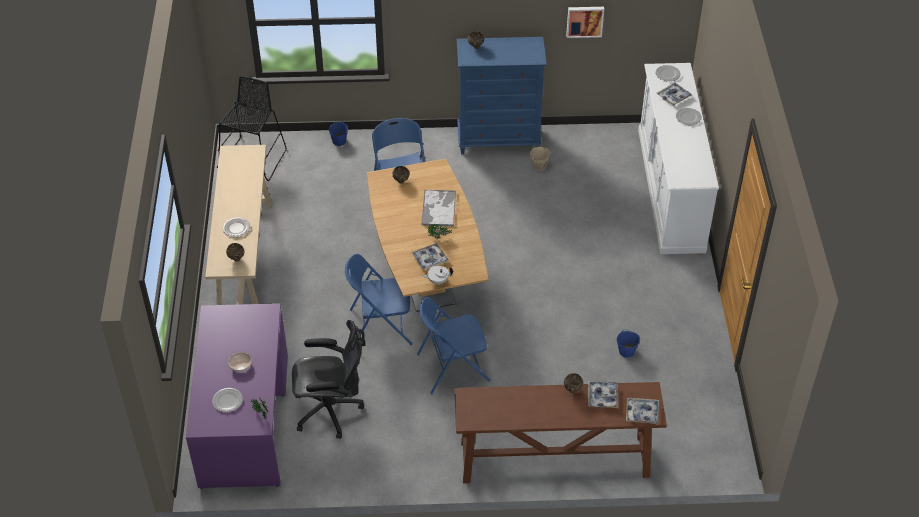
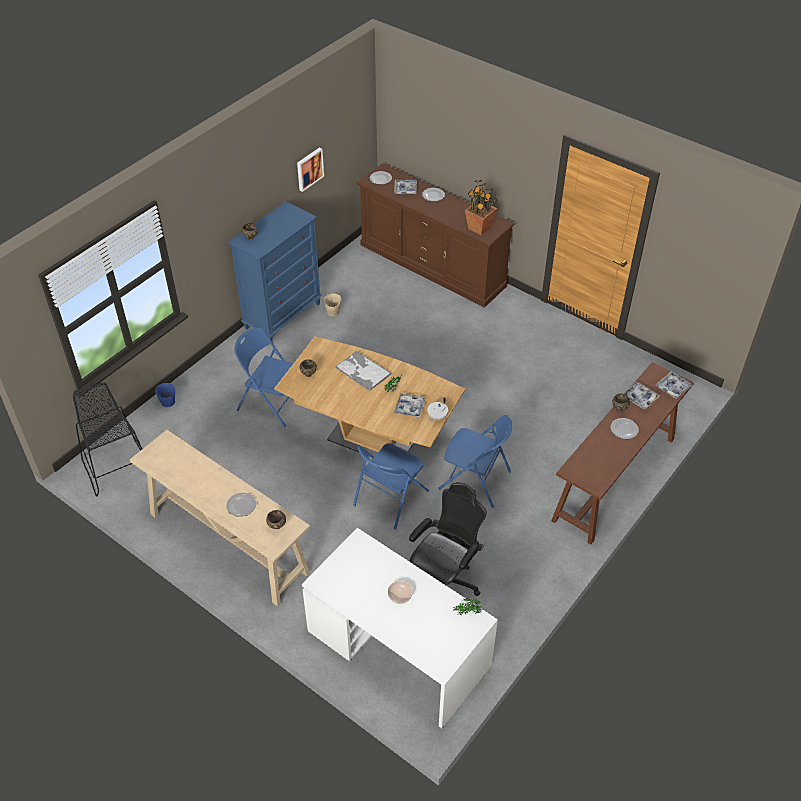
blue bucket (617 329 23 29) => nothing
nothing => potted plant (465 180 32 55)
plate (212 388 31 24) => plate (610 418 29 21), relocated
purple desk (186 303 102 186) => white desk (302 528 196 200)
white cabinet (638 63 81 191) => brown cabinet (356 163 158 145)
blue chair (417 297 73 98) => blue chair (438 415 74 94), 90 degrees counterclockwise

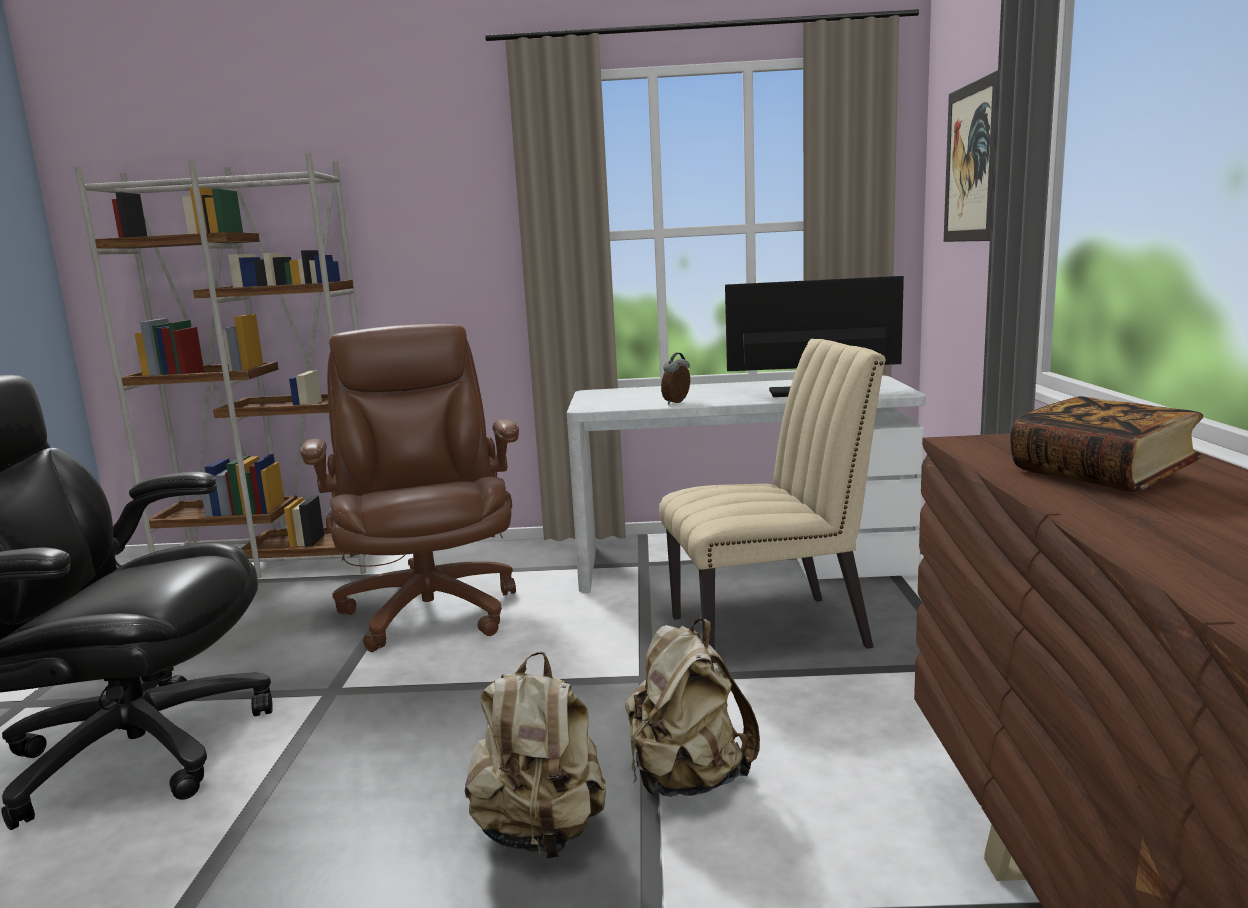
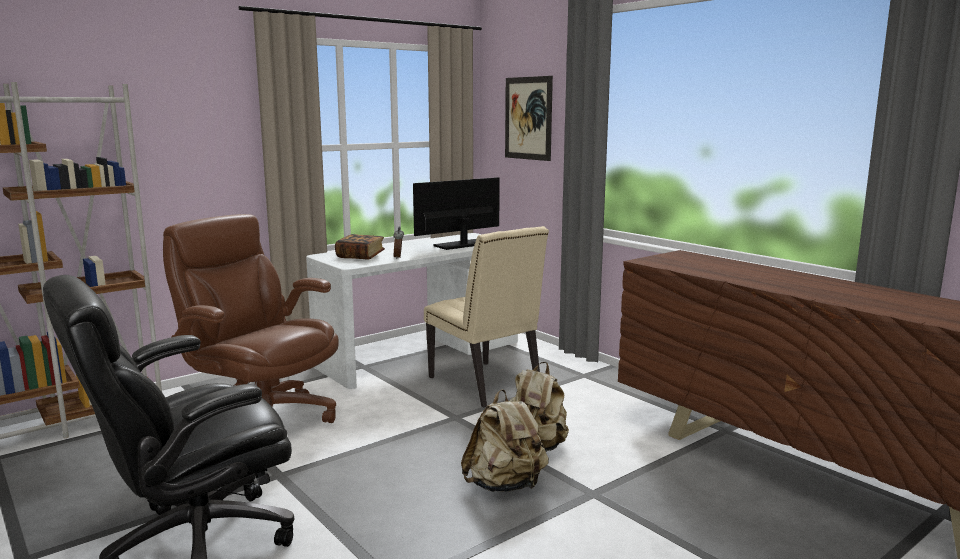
book (1010 396 193 96) => book (335 234 50 26), relocated
beige chair (659 339 227 325) => beige chair (424 226 125 181), 105 degrees clockwise

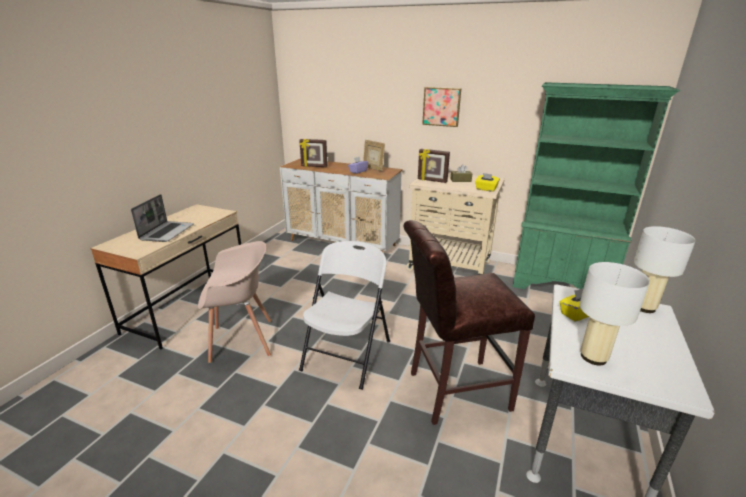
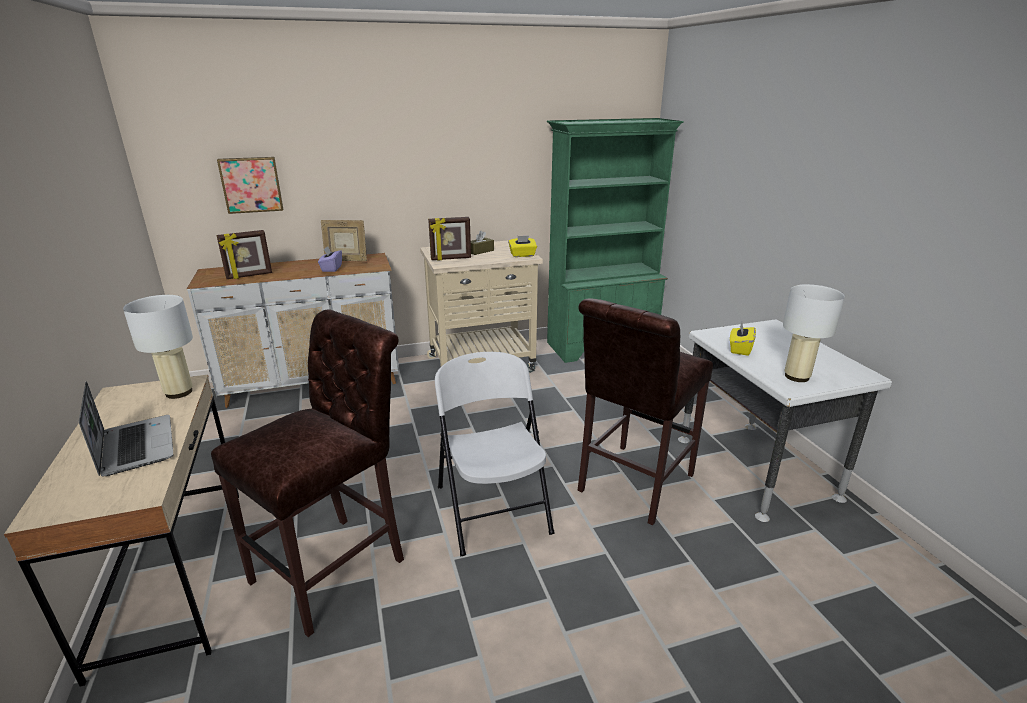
picture (422 87 39 40) => picture (217 157 66 57), relocated
white table lamp (634 226 62 87) => white table lamp (123 295 70 104), relocated
beige chair (198 241 73 122) => brown stool (211 309 193 328)

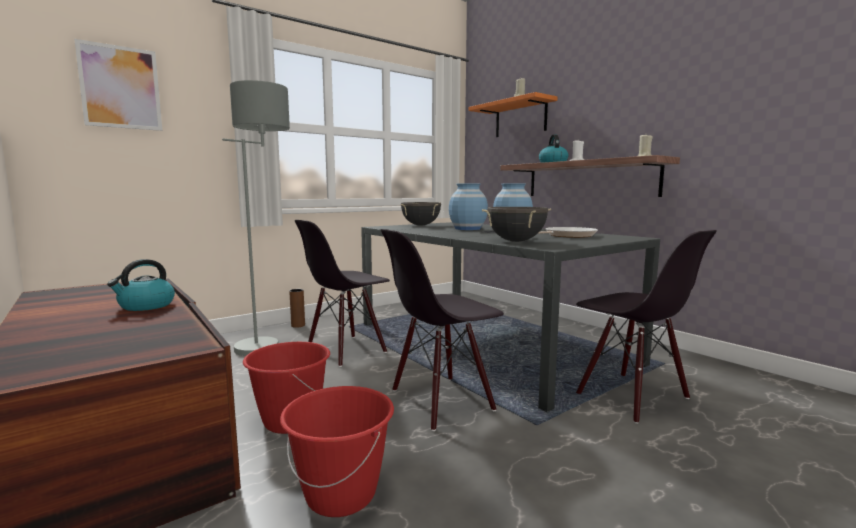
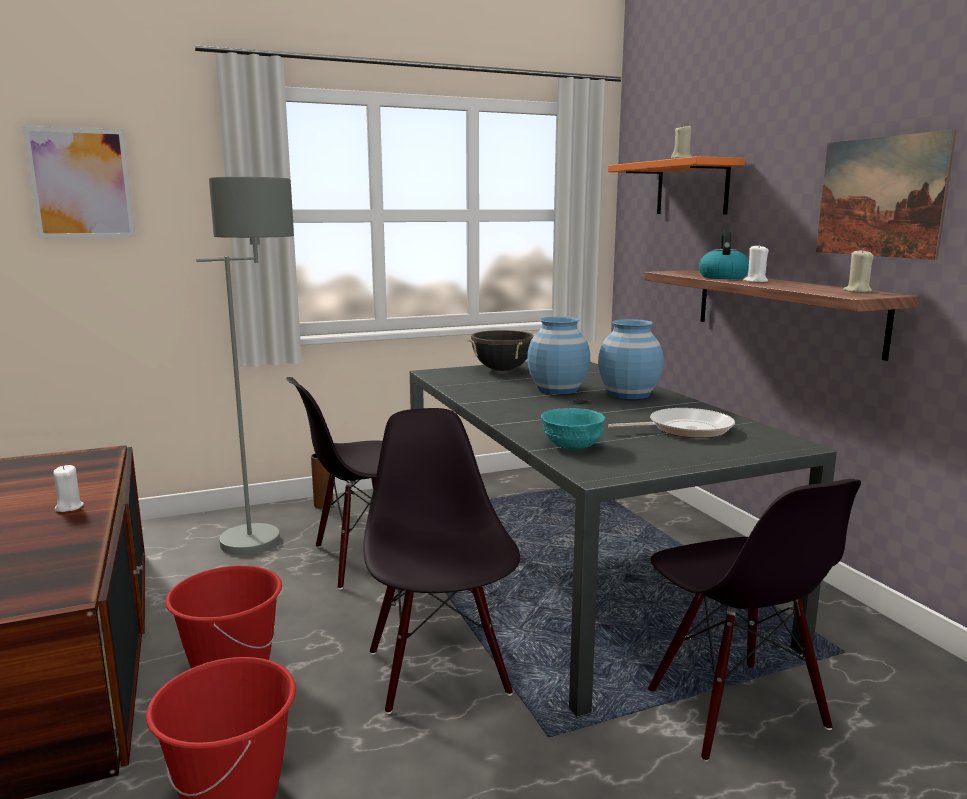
nothing => picture (816 130 141 130)
kettle (107 259 68 52) => white candle (53 465 31 47)
black cooking pot (482 207 69 35) => turquoise bowl (541 408 64 42)
black chair (381 229 123 202) => black chair (363 408 157 306), 90 degrees clockwise

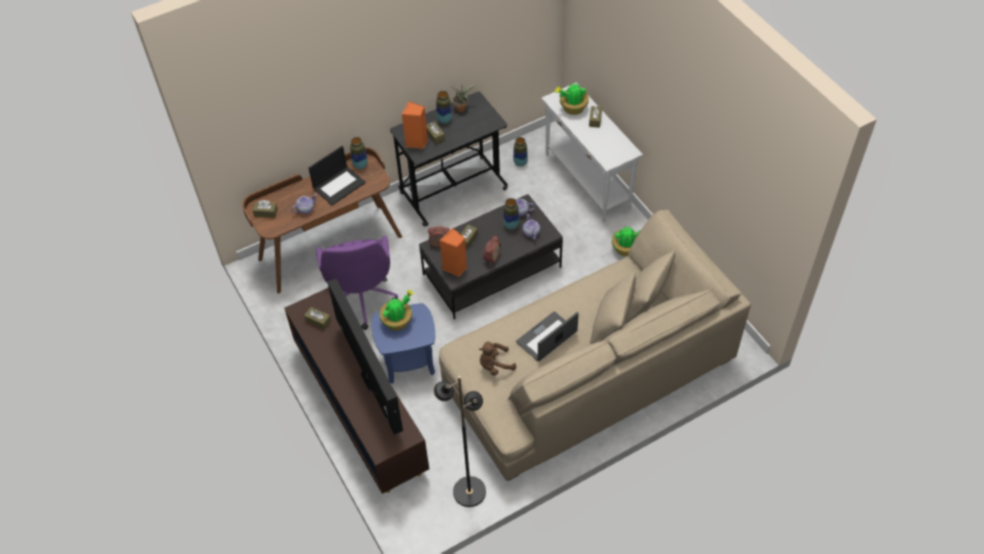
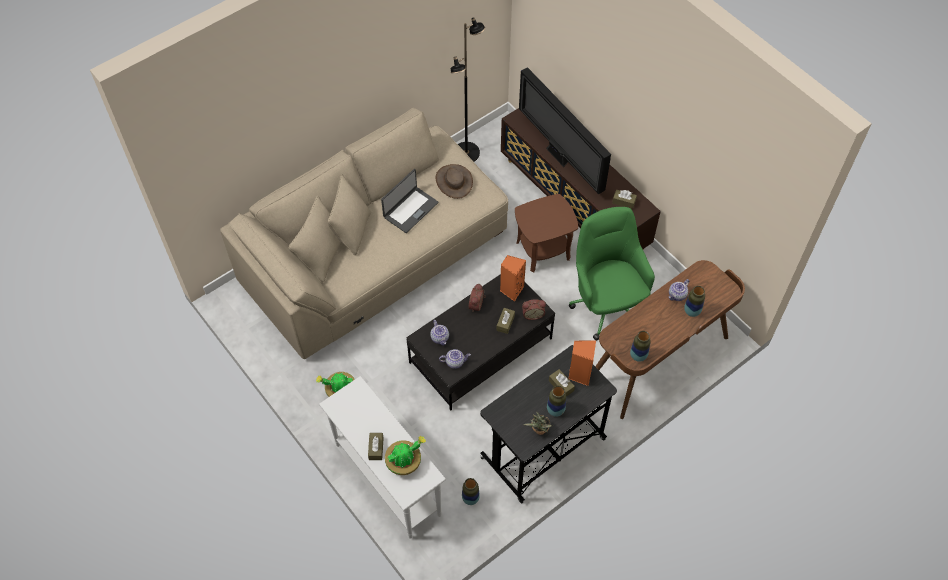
brown tissue box (253 200 25 18) => nothing
laptop (308 146 58 59) => nothing
potted plant (380 289 34 42) => nothing
vase (503 198 16 32) => vase (684 286 21 31), relocated
brown plush toy (479 342 37 33) => brown hat (436 164 37 35)
purple office chair (316 236 82 94) => green office chair (569 207 86 134)
blue side table (371 303 64 81) => brown side table (515 194 63 78)

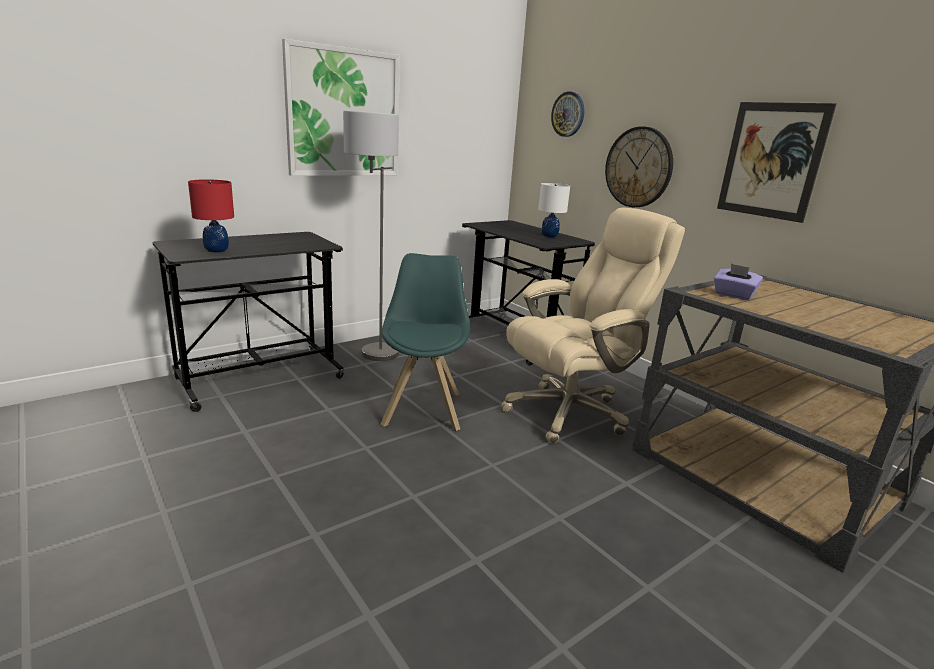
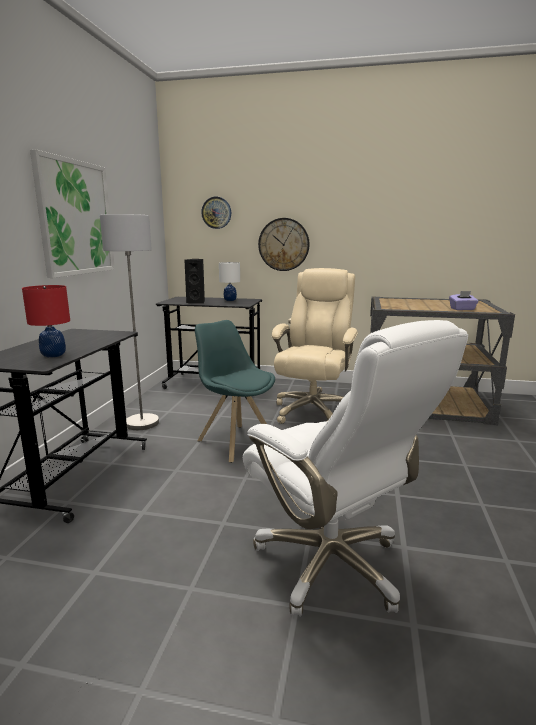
picture (717 102 120 121) => nothing
nothing => black speaker (185 259 20 45)
nothing => white office chair (243 320 225 296)
purple tissue box (714 264 49 36) => purple tissue box (449 291 30 19), relocated

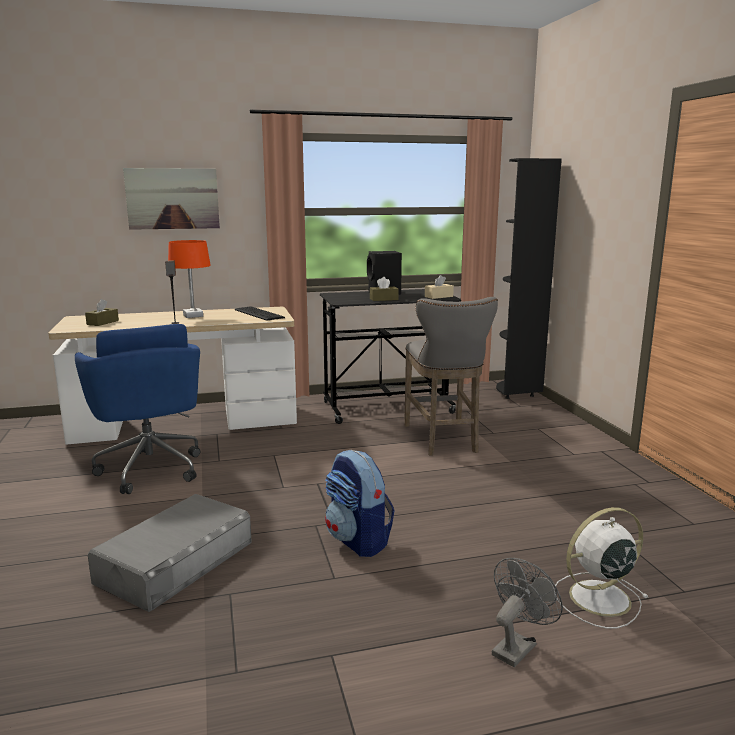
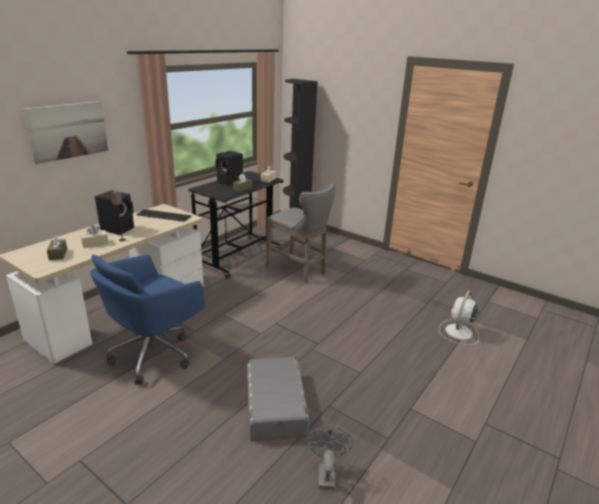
backpack (325 450 70 107) => nothing
nothing => beige tissue box (80 225 28 23)
grey fan (492 558 71 109) => grey fan (305 425 48 64), relocated
orange table lamp (168 240 42 78) => black speaker (95 190 39 45)
blue office chair (75 324 125 170) => blue office chair (90 255 115 130), 105 degrees clockwise

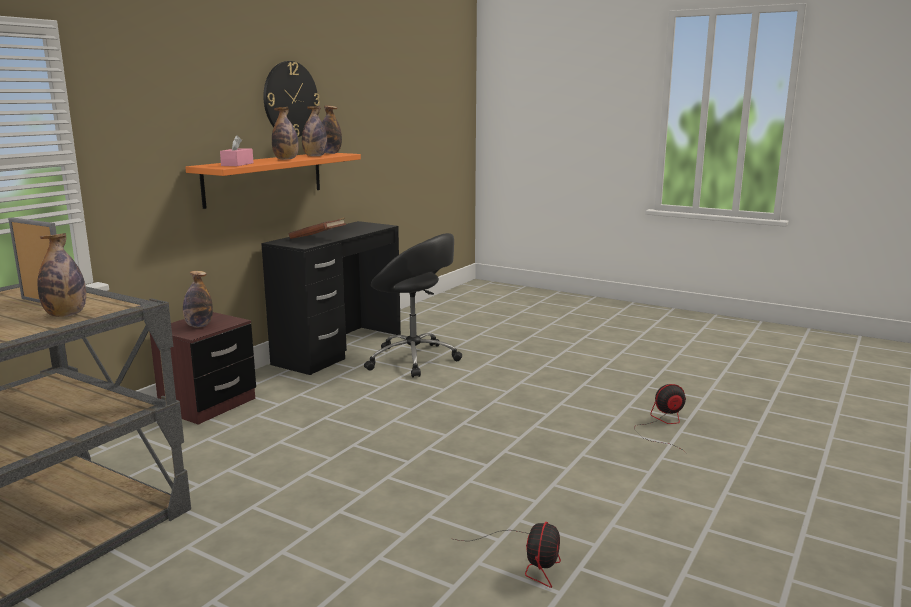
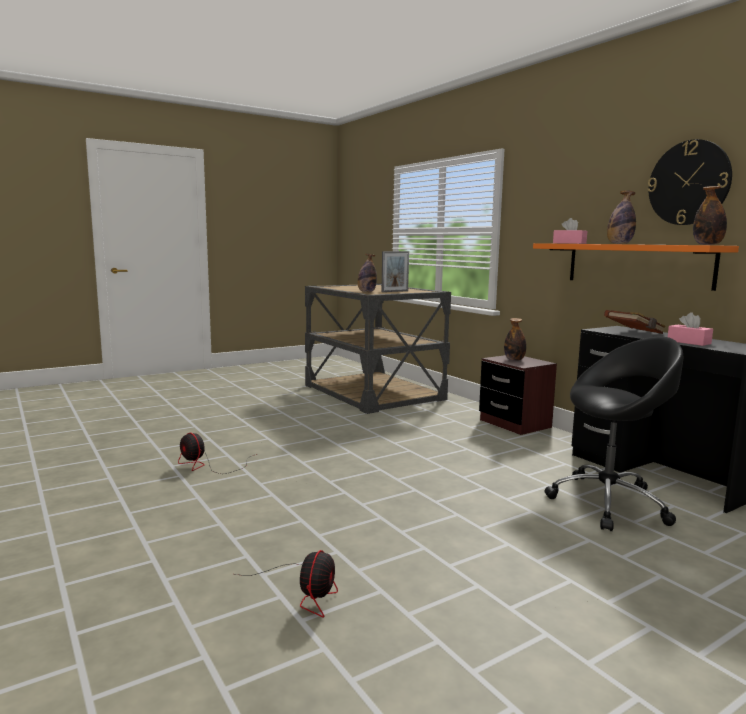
bottle (302 106 25 50) => nothing
nothing => pink tissue box (668 312 45 34)
black office chair (364 233 98 145) => black office chair (545 336 138 195), 150 degrees counterclockwise

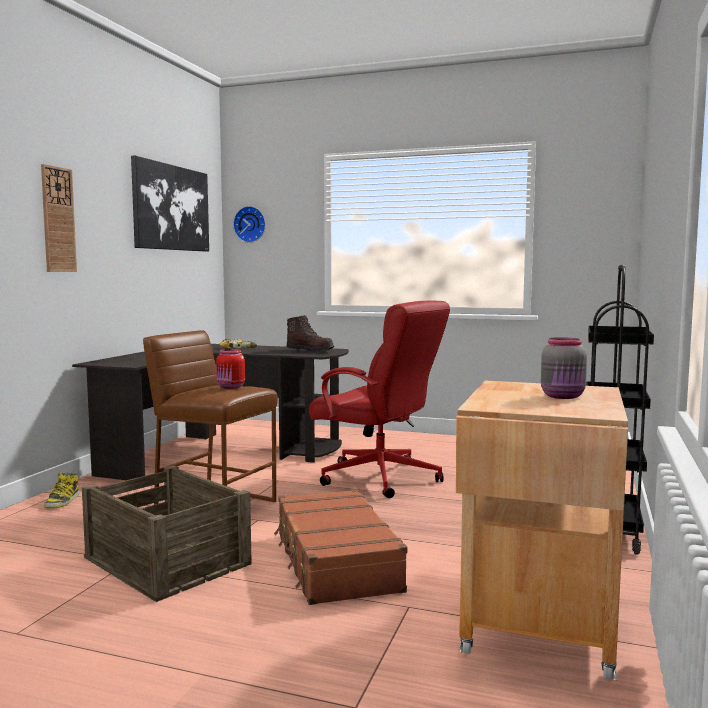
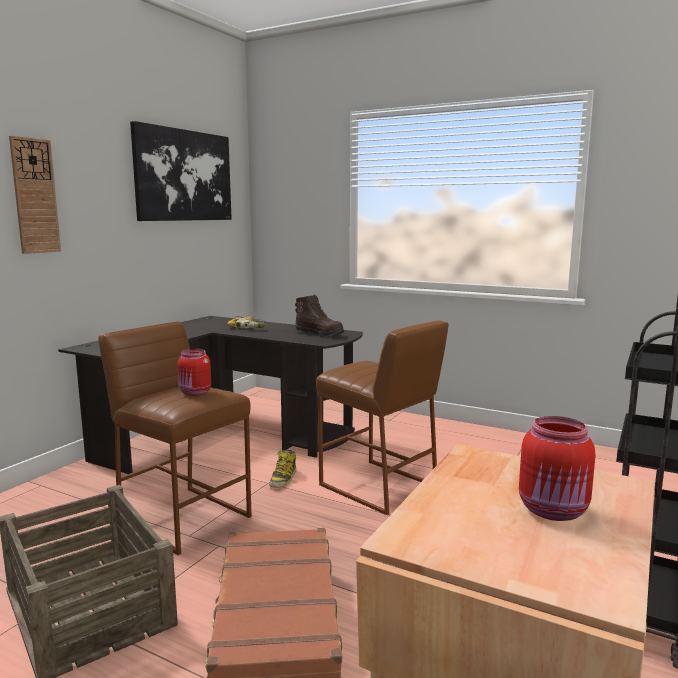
wall clock (233 206 33 37) => nothing
boot (44 473 35 36) => boot (269 449 27 39), relocated
red office chair (309 301 141 197) => brown stool (316 320 133 195)
grey jar (541 337 46 62) => red jar (519 416 76 105)

